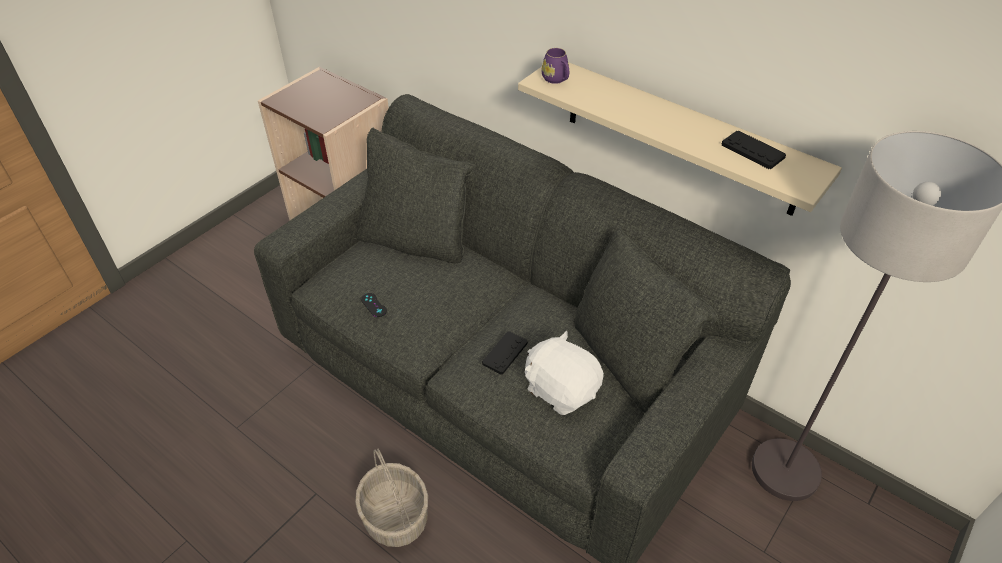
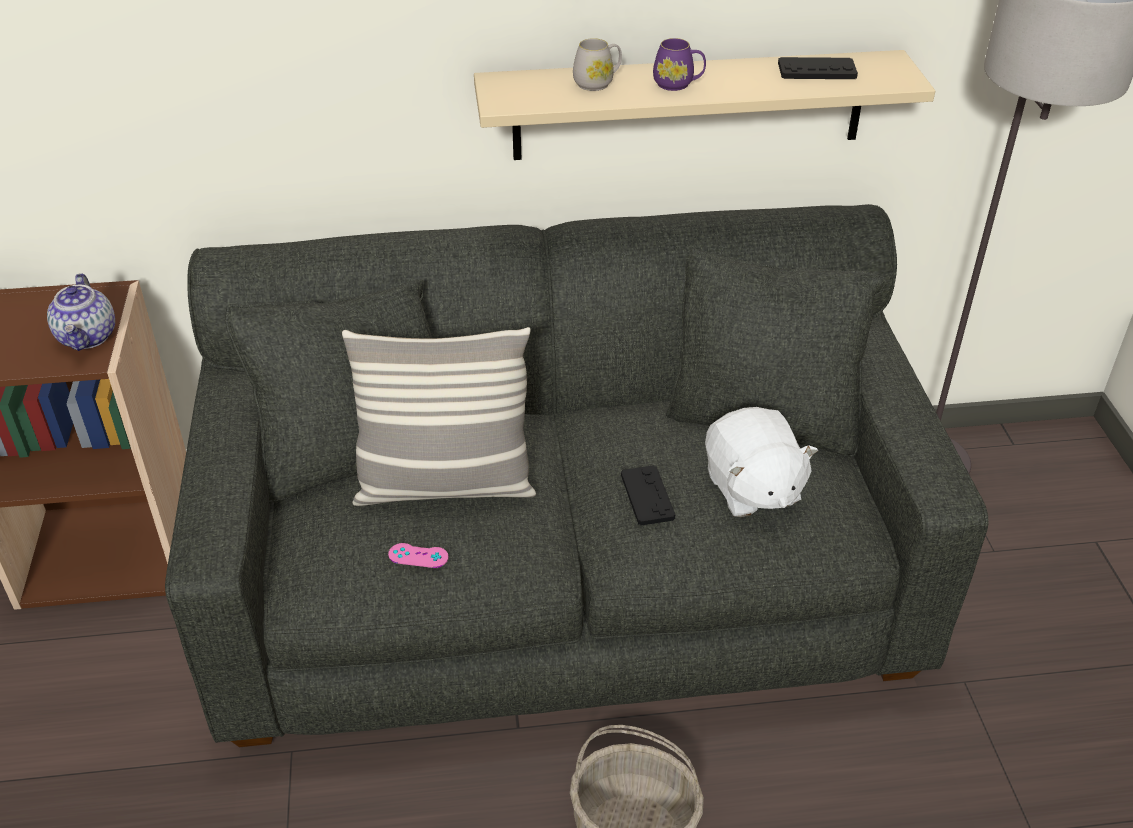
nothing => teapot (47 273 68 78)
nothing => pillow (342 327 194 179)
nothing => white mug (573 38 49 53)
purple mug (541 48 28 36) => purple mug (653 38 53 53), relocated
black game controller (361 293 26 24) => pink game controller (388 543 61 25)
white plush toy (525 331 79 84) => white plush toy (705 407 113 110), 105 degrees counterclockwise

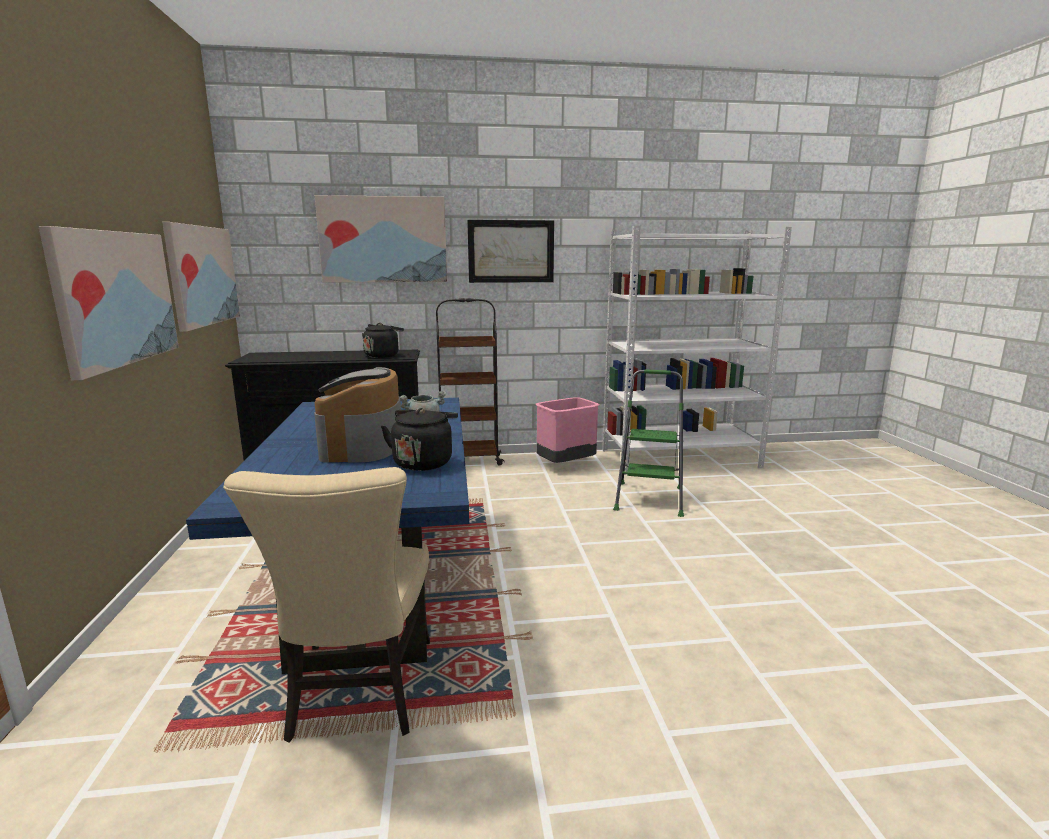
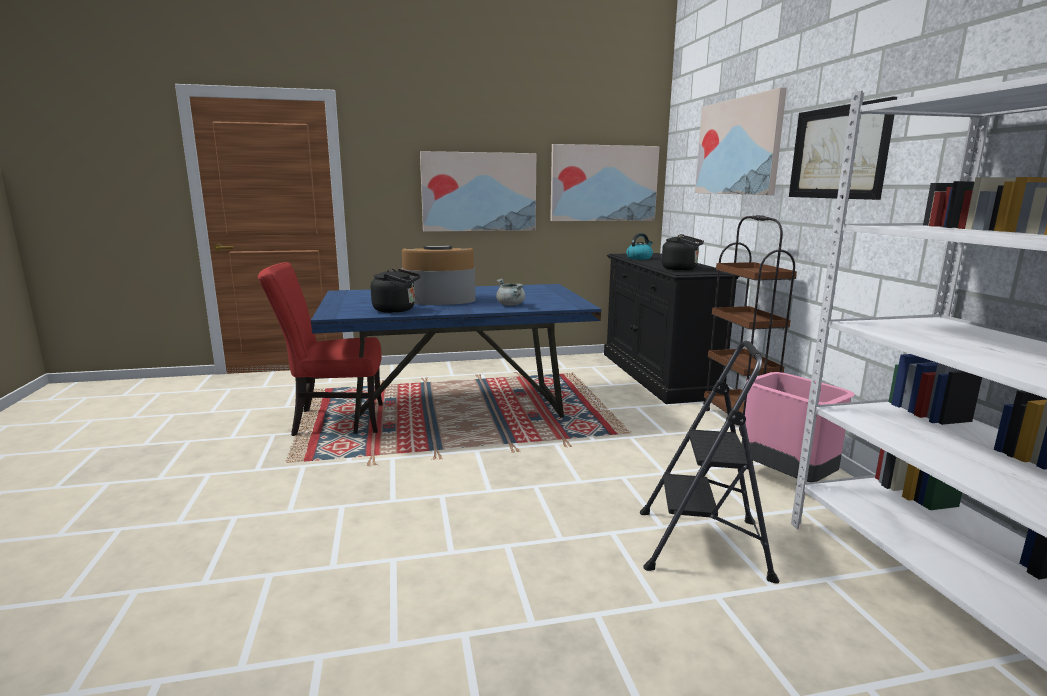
nothing => kettle (626 233 27 27)
beige chair (223 467 207 276) => red chair (258 262 125 174)
green step ladder (613 369 71 148) => black step ladder (640 341 139 243)

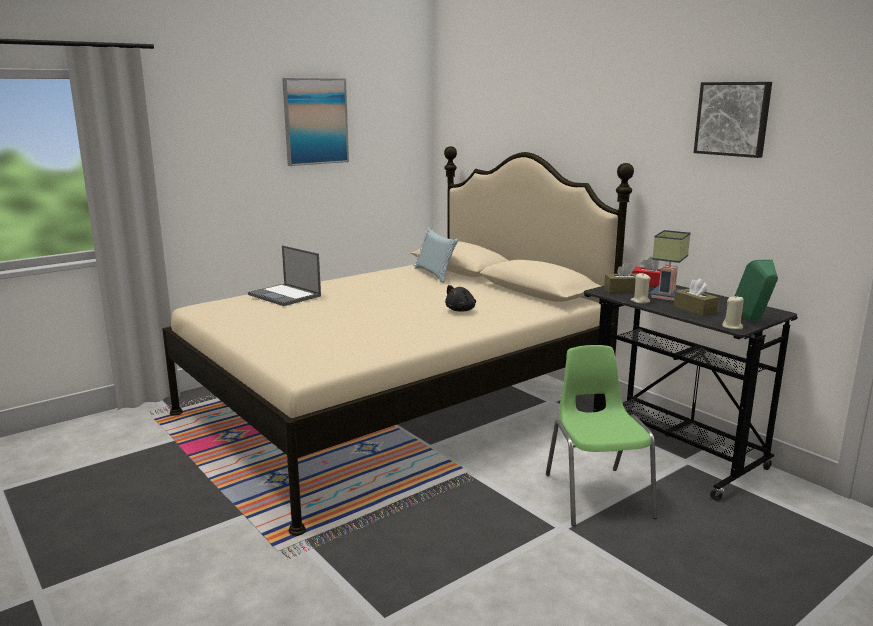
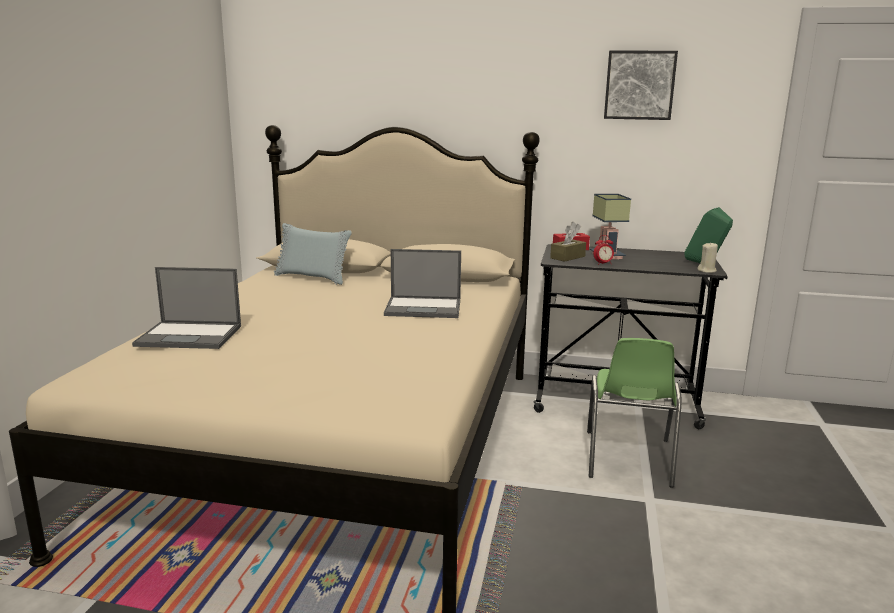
picture (282 78 67 88) => nothing
brown tissue box (674 279 44 37) => nothing
black plush toy (445 285 31 27) => laptop (384 249 77 69)
beige candle (631 273 20 30) => alarm clock (593 235 21 30)
green chair (546 345 111 181) => green chair (587 338 95 150), 120 degrees counterclockwise

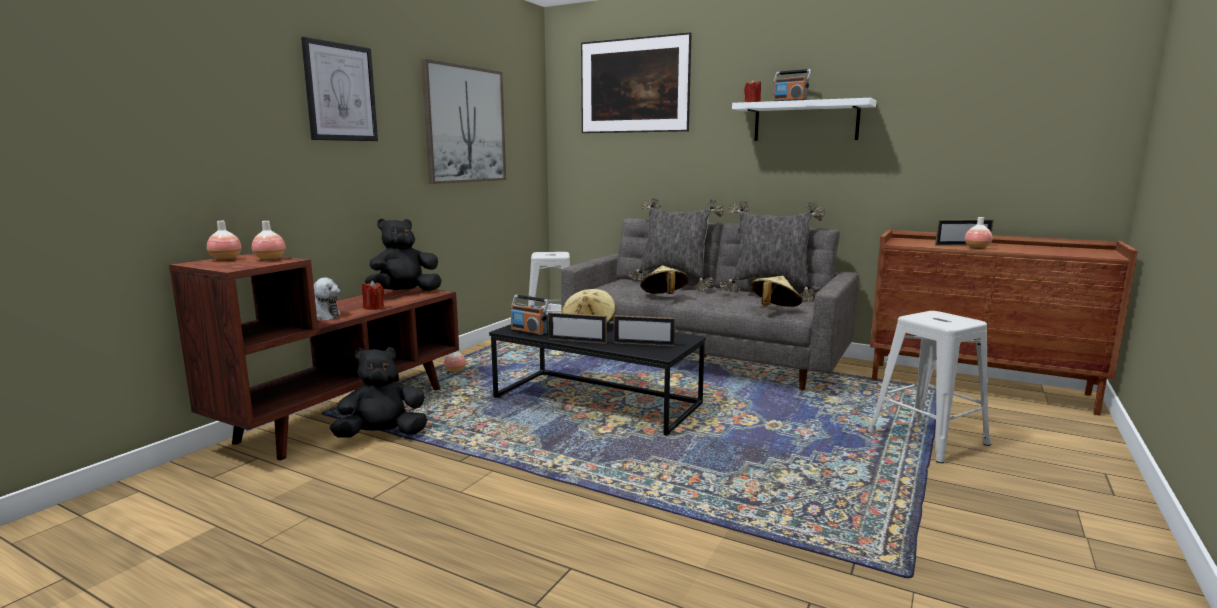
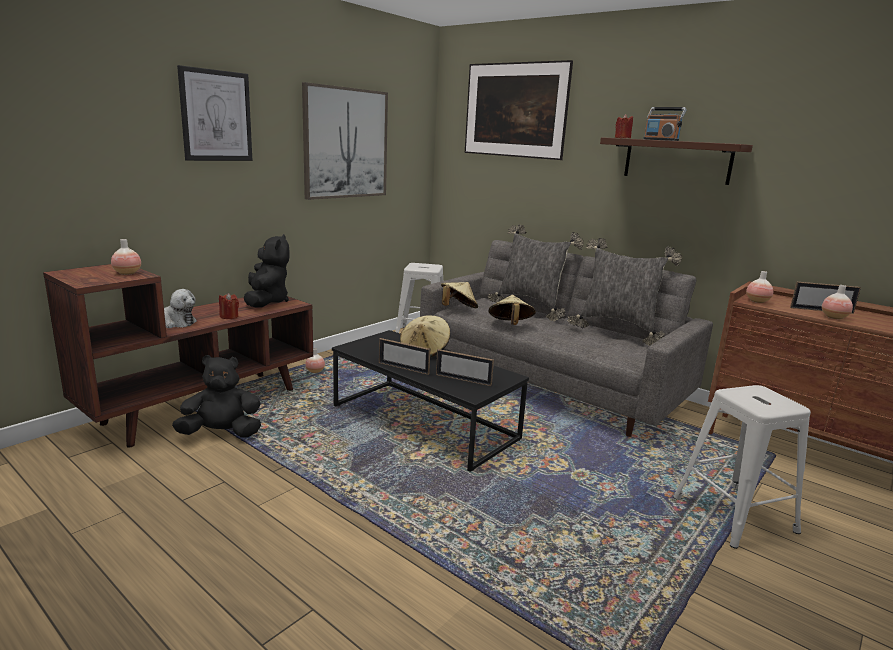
radio (511 295 38 42) => nothing
vase (207 221 34 39) => vase (746 271 27 32), relocated
beige hat (751 276 51 31) => beige hat (441 282 37 26), relocated
white shelf (732 98 144 43) => brown shelf (600 137 153 48)
black plush toy (365 218 77 73) => black plush toy (244 234 45 74), 105 degrees clockwise

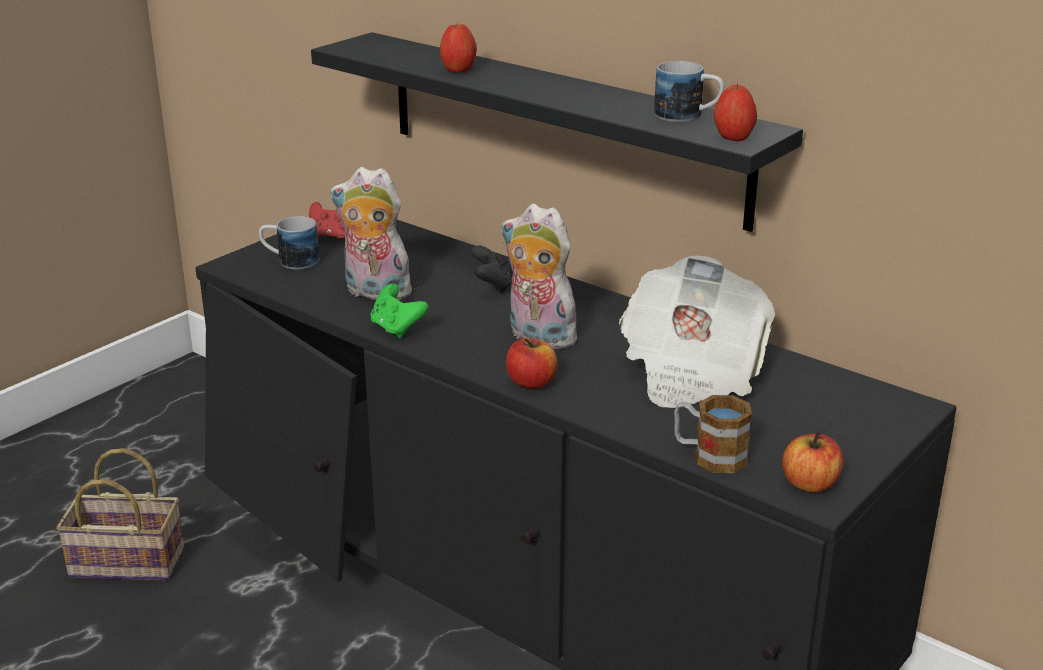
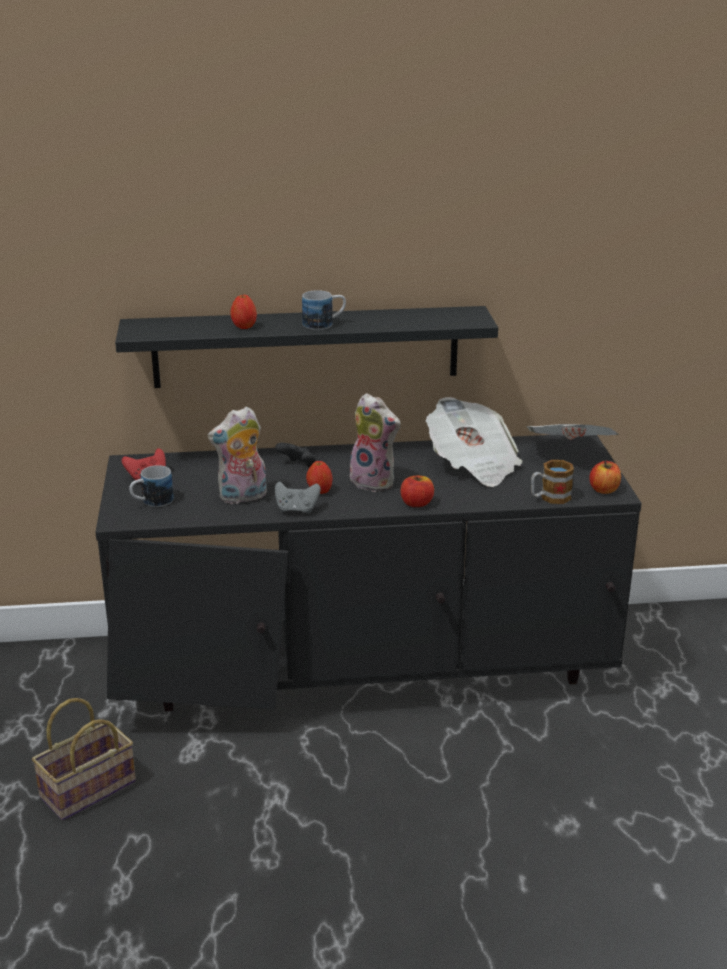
nothing => newspaper (527 424 92 16)
mug (654 61 70 61) => mug (302 290 44 40), relocated
apple (714 84 43 57) => apple (306 461 27 33), relocated
green game controller (371 284 58 54) => grey game controller (275 482 46 32)
plush toy (501 204 79 145) => plush toy (347 393 54 99), 135 degrees counterclockwise

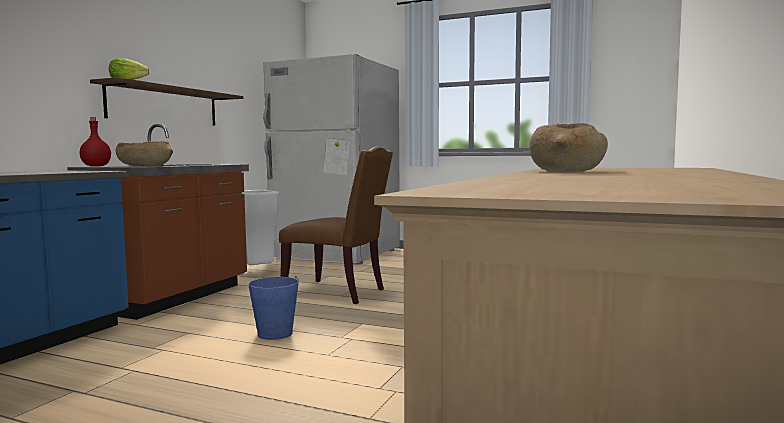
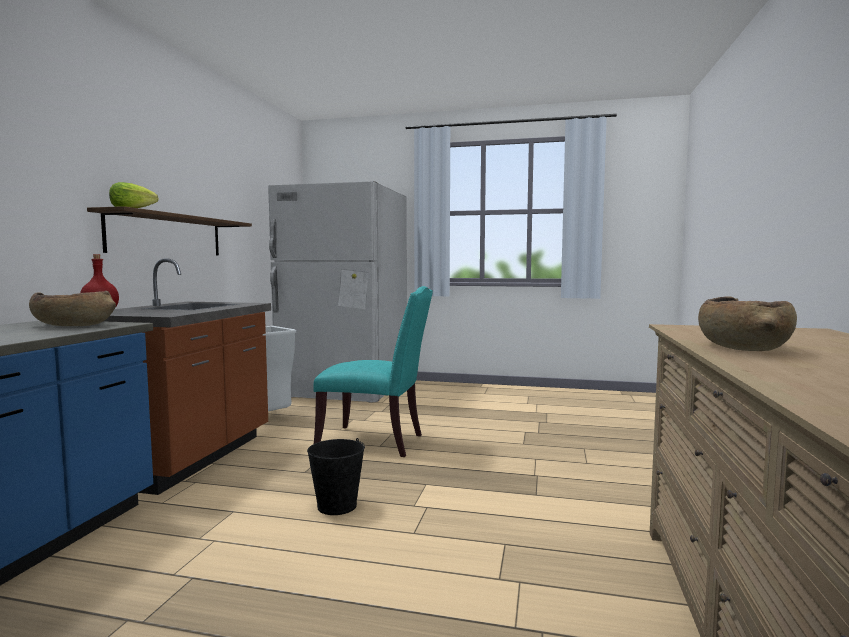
brown bowl (116 141 57 25) => brown bowl (29 291 87 35), relocated
blue bucket (248 276 51 64) => black bucket (307 438 58 77)
brown chair (279 146 114 158) => turquoise chair (313 286 120 171)

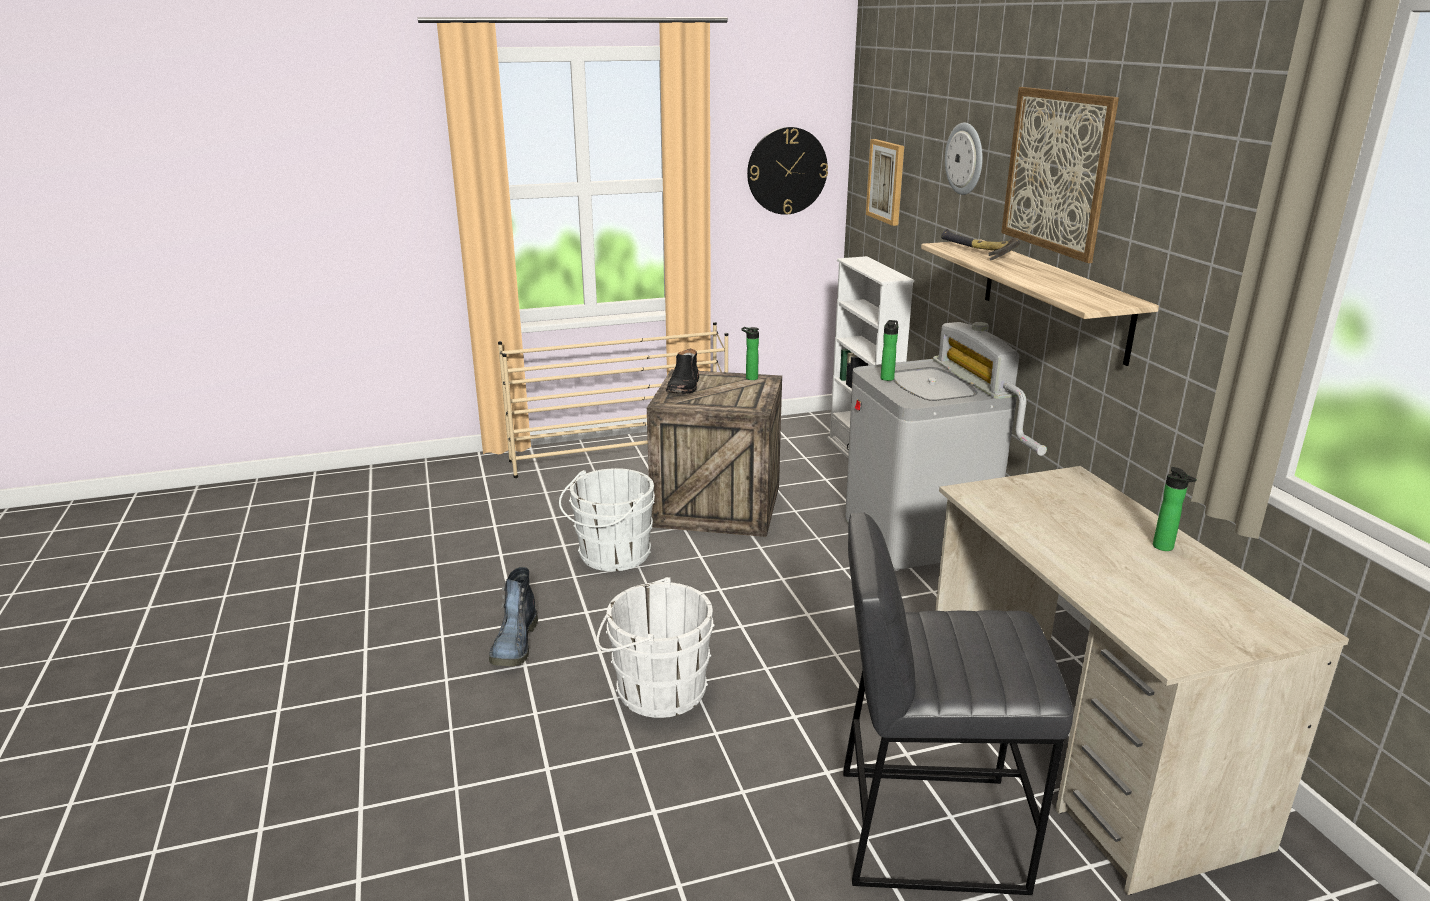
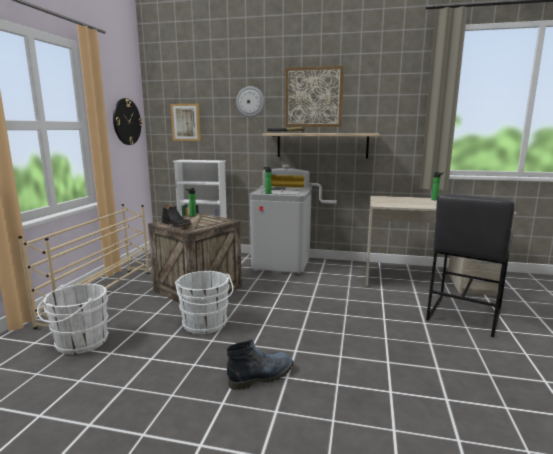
white bucket (596 577 119 141) => white bucket (37 284 72 70), relocated
boot (489 567 49 99) => boot (227 340 67 50), 60 degrees counterclockwise

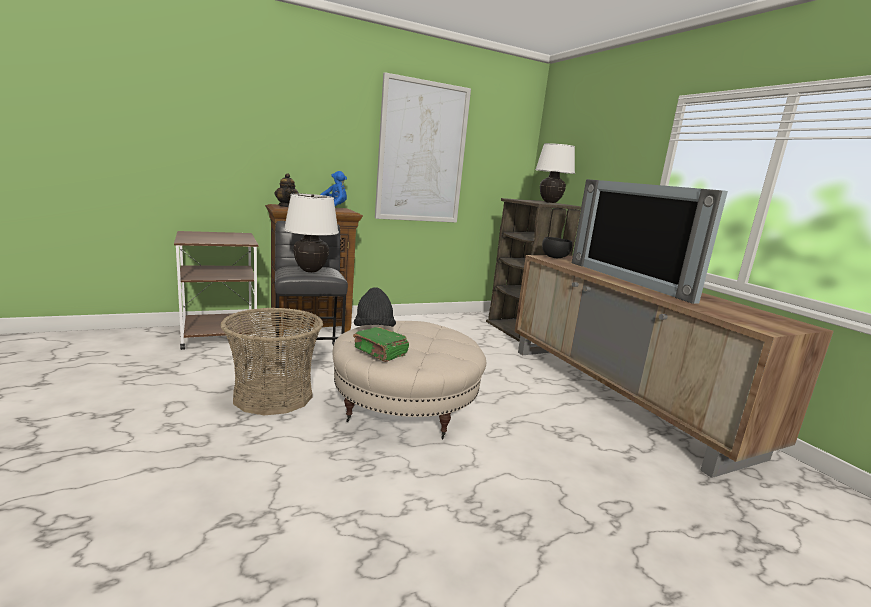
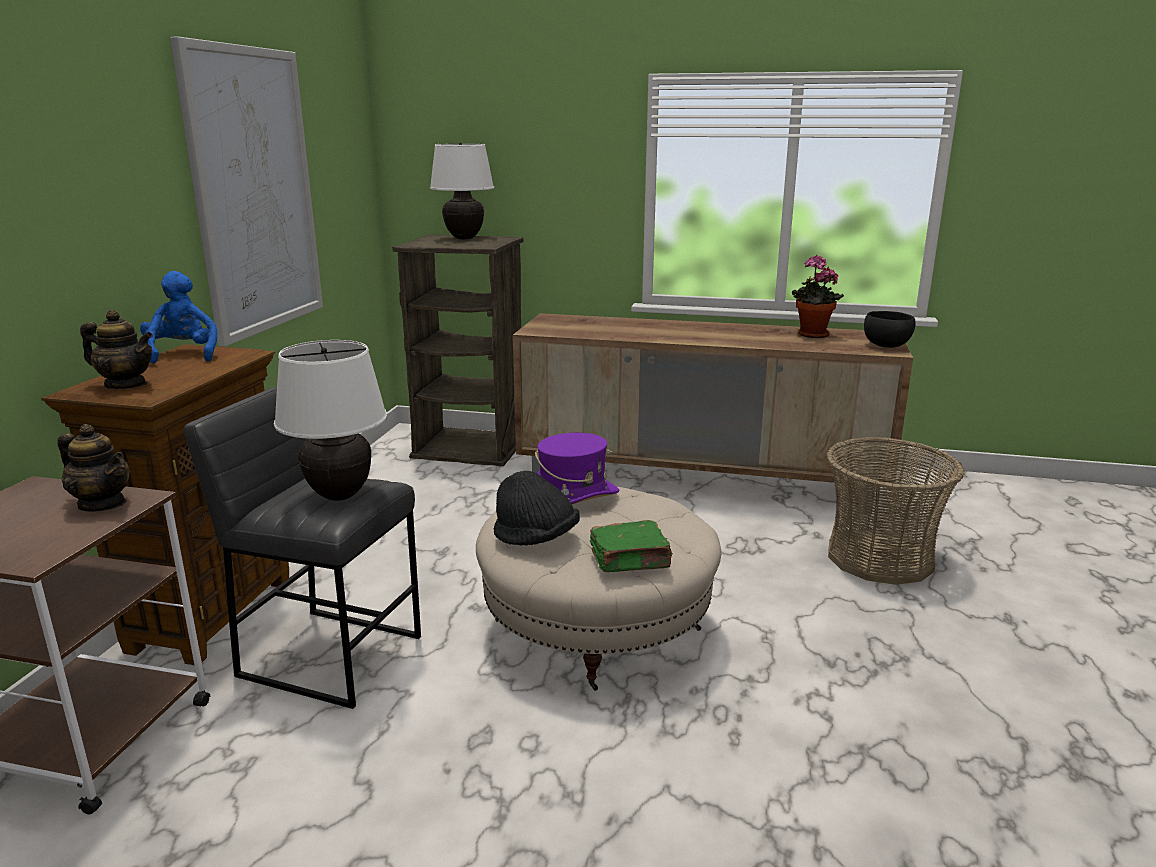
television (572 179 156 125) => nothing
nothing => teapot (57 424 73 88)
nothing => purple hat (535 433 84 71)
nothing => potted plant (792 255 52 83)
basket (221 307 102 108) => basket (826 437 139 148), relocated
black bowl (542 237 30 21) => black bowl (864 311 52 37), relocated

